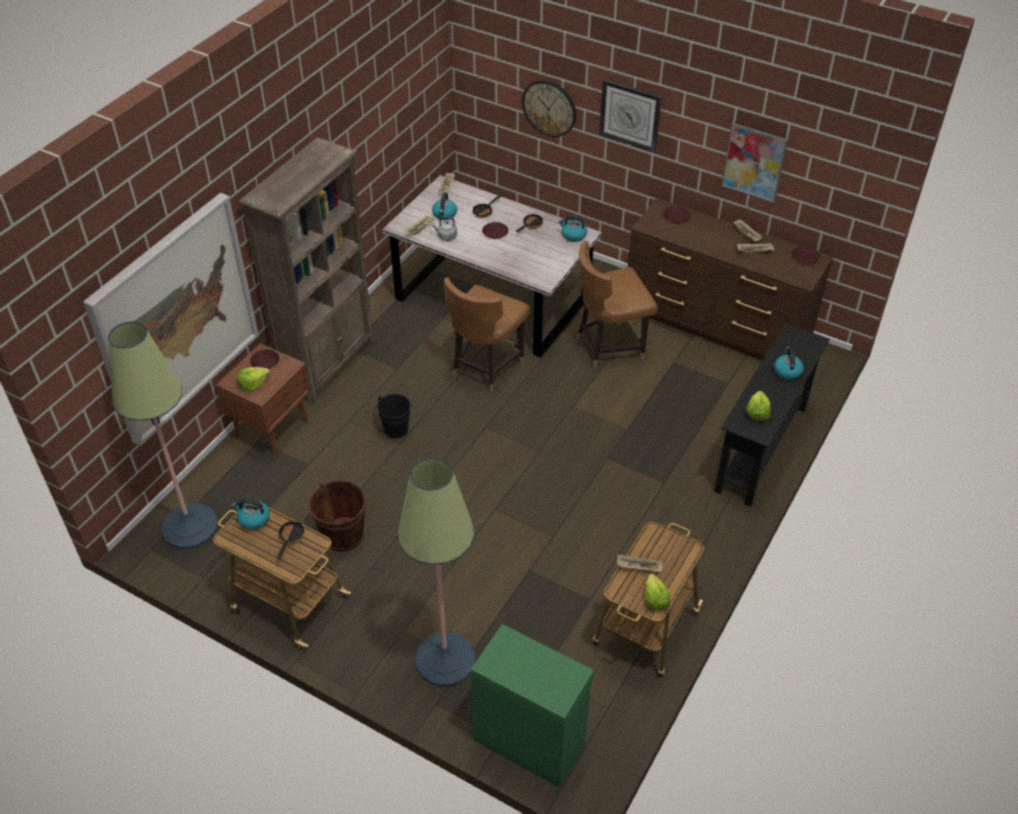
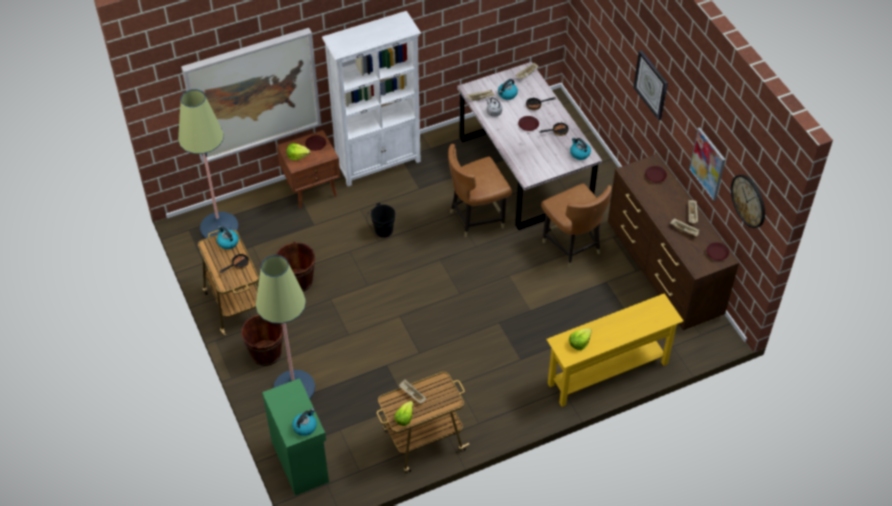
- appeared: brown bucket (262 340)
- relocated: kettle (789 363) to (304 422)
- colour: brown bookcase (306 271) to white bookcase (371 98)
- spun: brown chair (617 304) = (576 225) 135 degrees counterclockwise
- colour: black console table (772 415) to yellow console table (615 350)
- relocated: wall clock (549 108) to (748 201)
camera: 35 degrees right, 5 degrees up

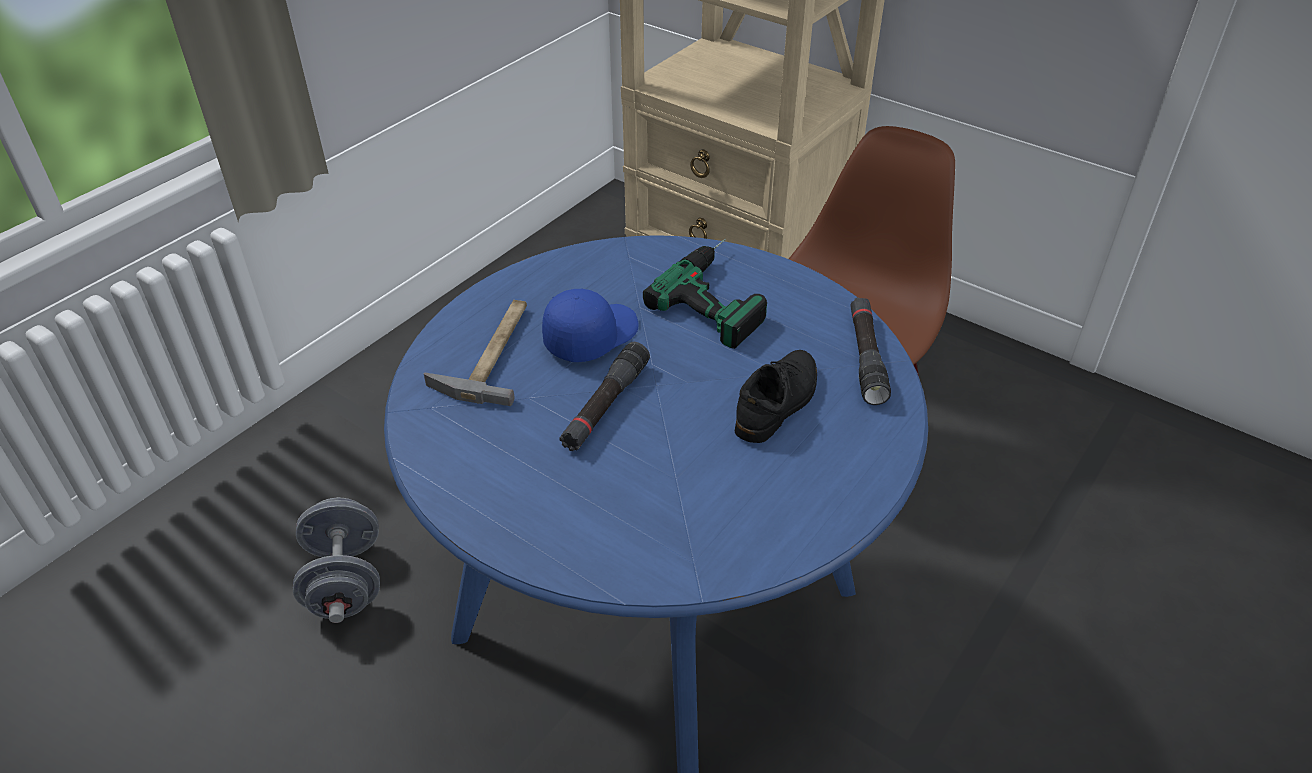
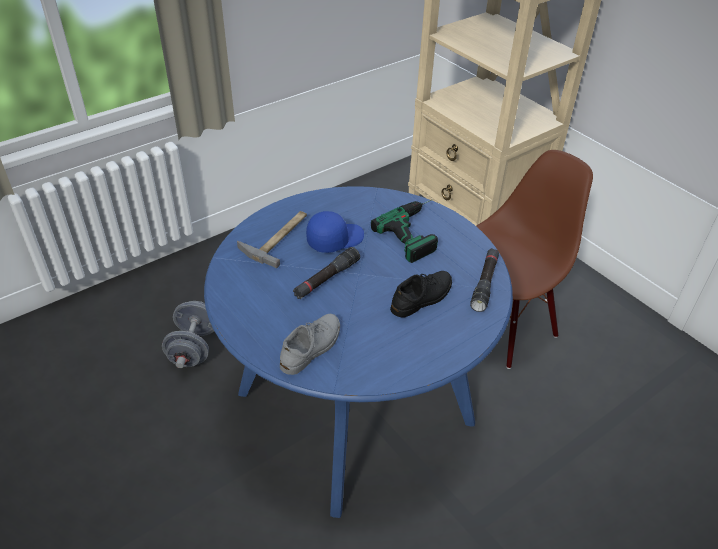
- appeared: grey shoe (310 344)
camera: 15 degrees right, 0 degrees up

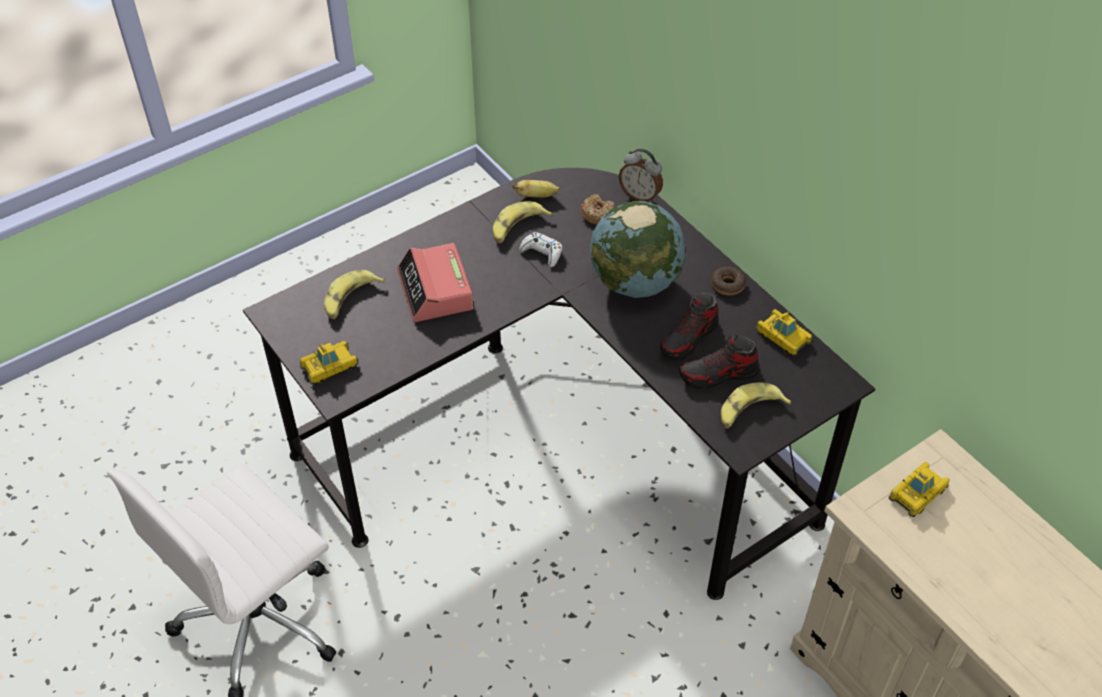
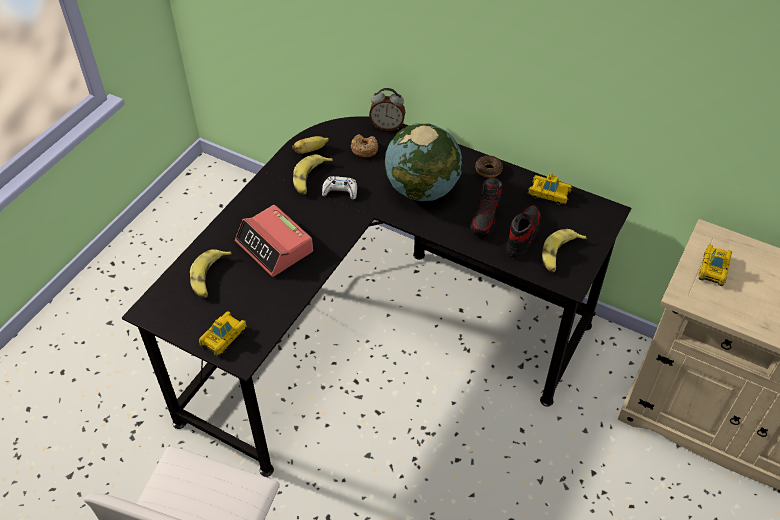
- spun: shoe (719 362) = (523 231) 150 degrees clockwise
camera: 25 degrees left, 0 degrees up

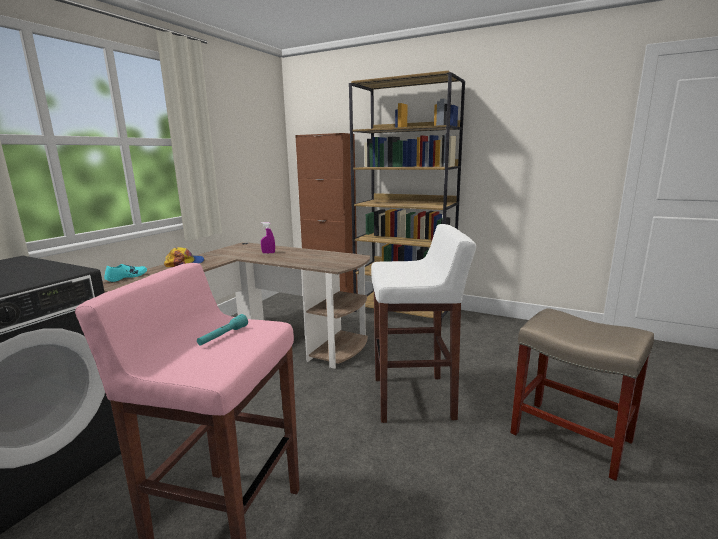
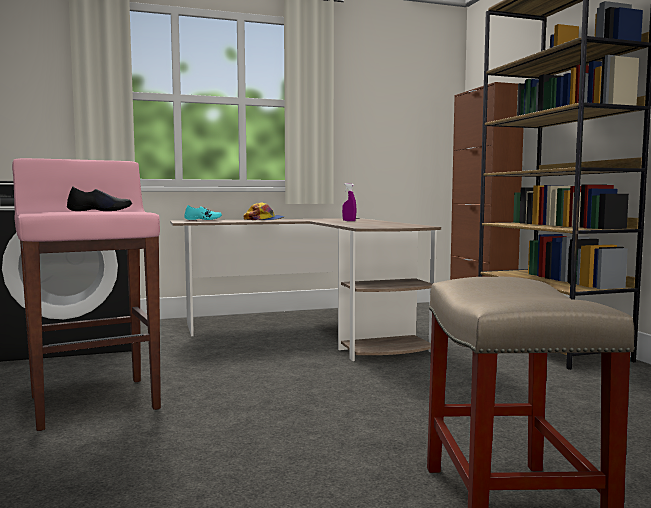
- exchanged: turquoise flashlight (222 330) to black shoe (99 198)
- missing: white stool (423 323)
camera: 45 degrees right, 10 degrees down

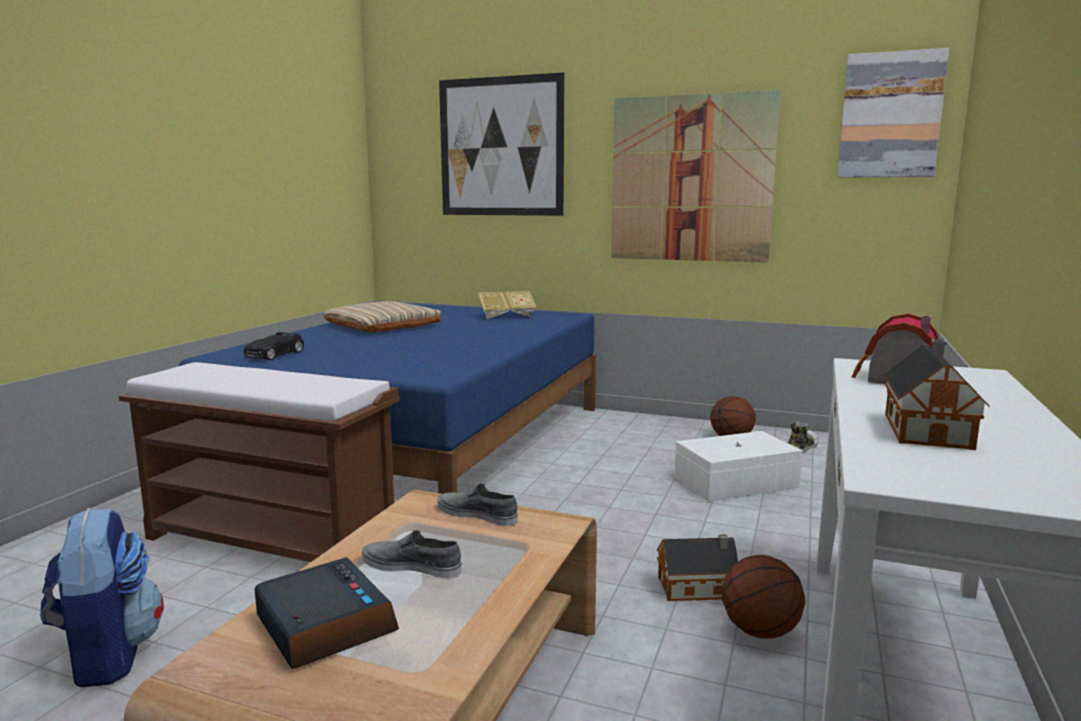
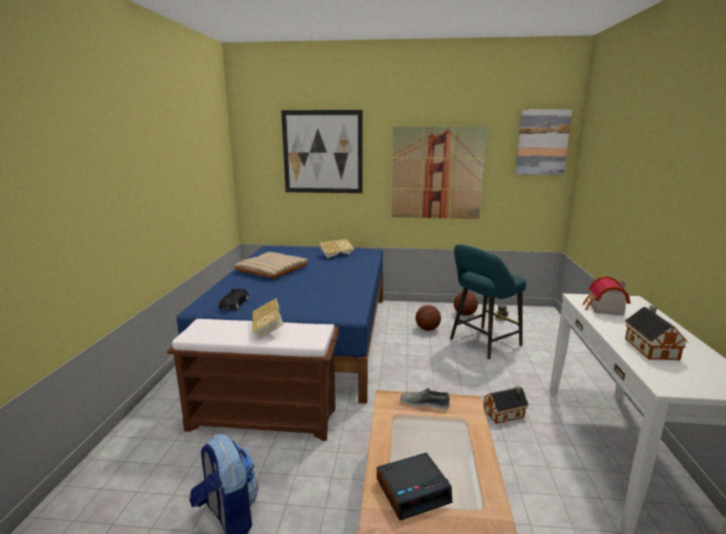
- appeared: book (268 318)
- spun: alarm clock (327 613) = (414 486) 120 degrees clockwise
- relocated: basketball (763 597) to (428 318)
- exchanged: white storage box (738 466) to turquoise stool (488 301)
- missing: grey shoe (412 554)
camera: 15 degrees left, 5 degrees up

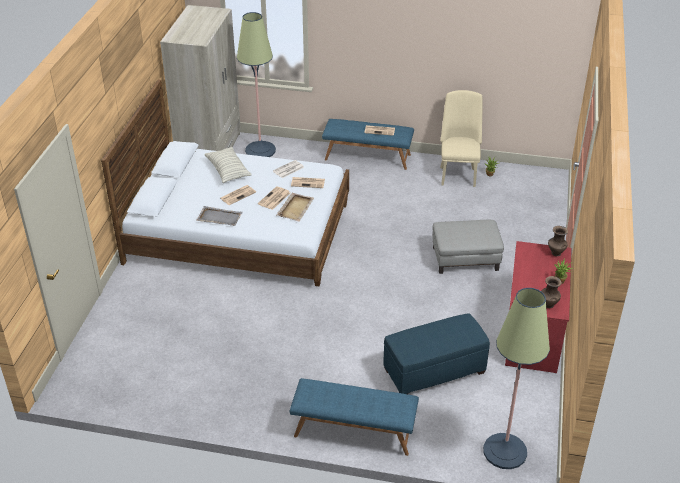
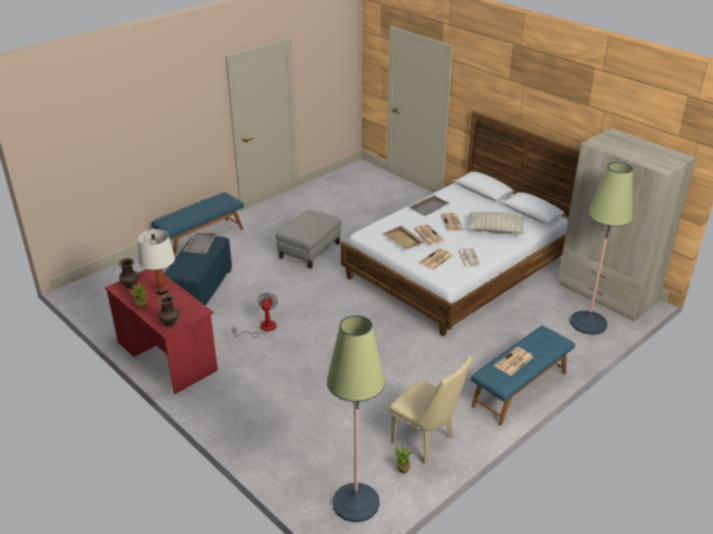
- appeared: white table lamp (156 261)
- appeared: grey tray (200 243)
- appeared: fan (255 314)
- relocated: grey ottoman (468 247) to (308 239)
- relocated: floor lamp (516 378) to (356 418)
camera: 125 degrees right, 5 degrees down

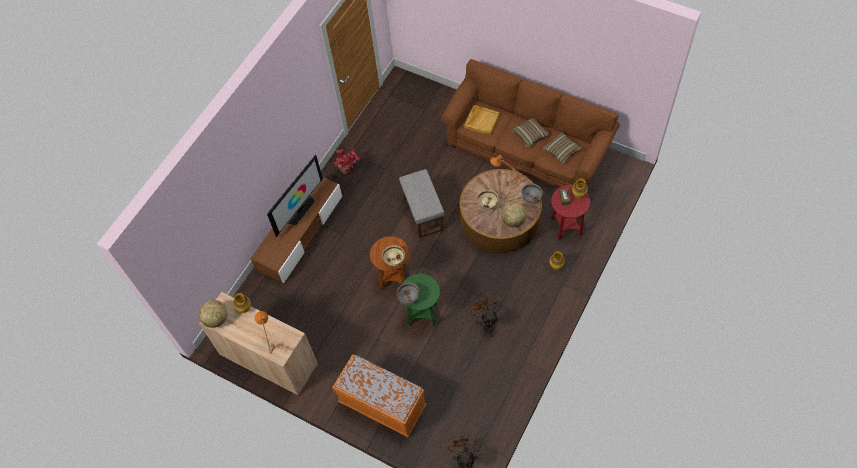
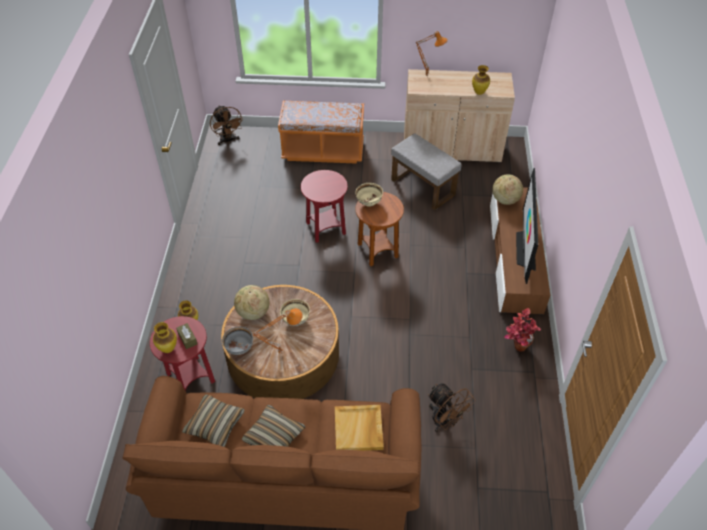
- colour: green side table (421 300) to red side table (324 206)
- relocated: grey ottoman (421 203) to (426 171)
- relocated: brown fan (485 315) to (451 407)
- relocated: globe (213 314) to (507 190)
- missing: grey bowl (408 294)
camera: 150 degrees right, 10 degrees down

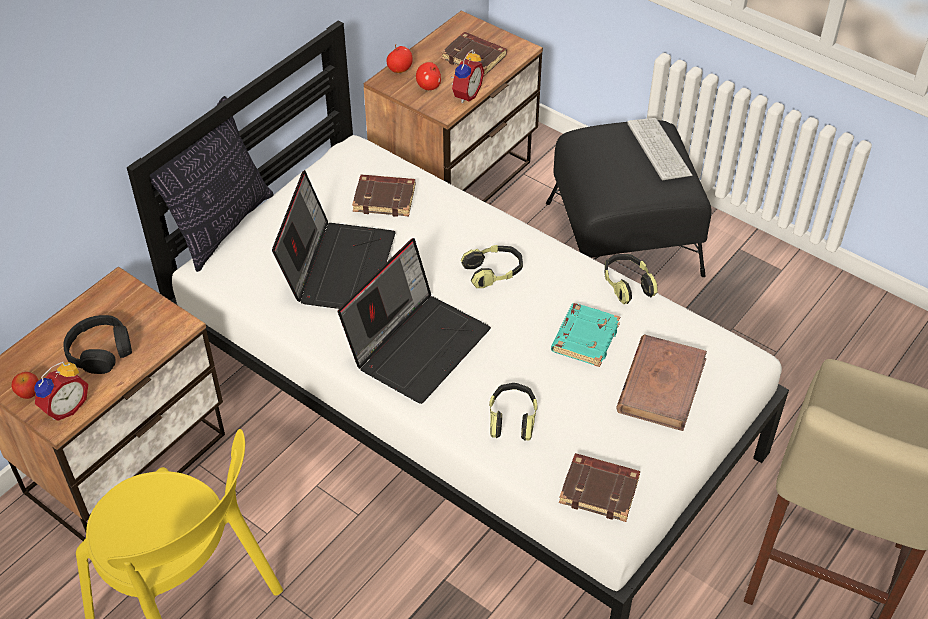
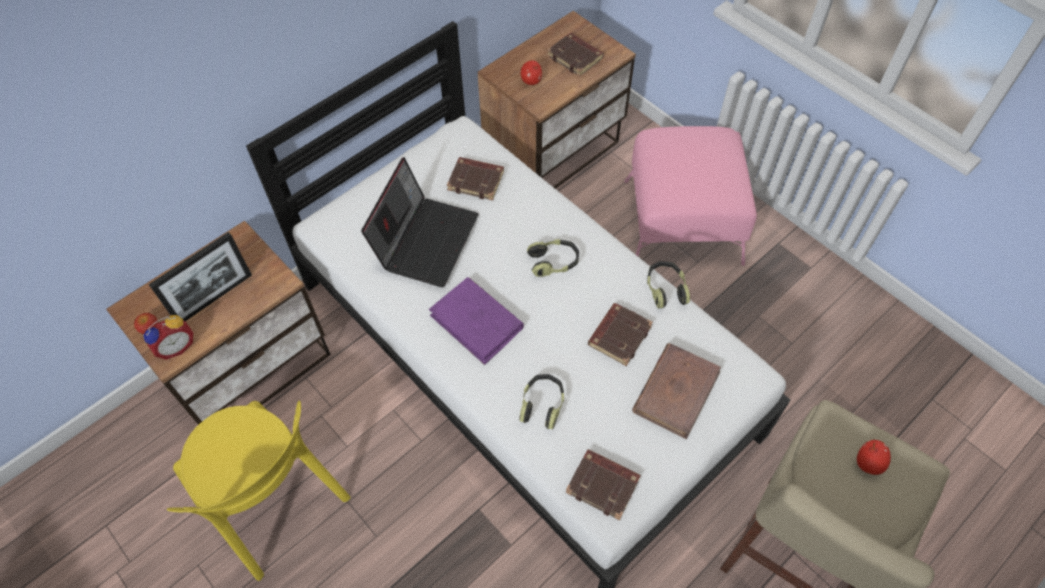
- exchanged: black headphones (97 344) to picture frame (200 276)
- exchanged: laptop (414 321) to purple book (476 321)
- colour: turquoise book (586 335) to brown book (620 334)
- colour: black ottoman (628 198) to pink ottoman (690 196)
- relocated: apple (400 58) to (874 457)
- missing: pillow (212 184)
- missing: alarm clock (467 76)
- missing: keyboard (659 149)
camera: 10 degrees right, 10 degrees up

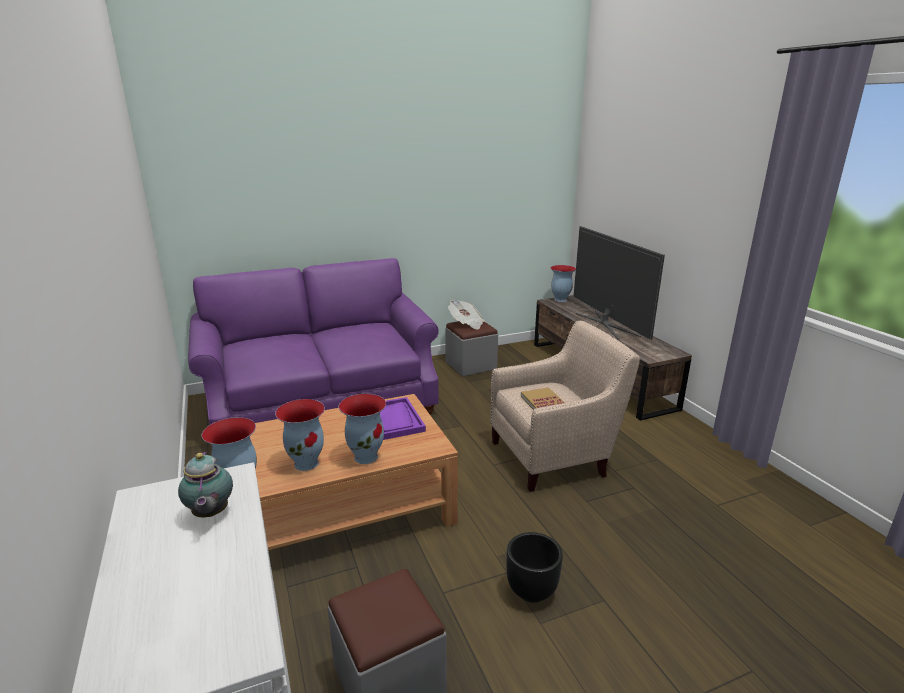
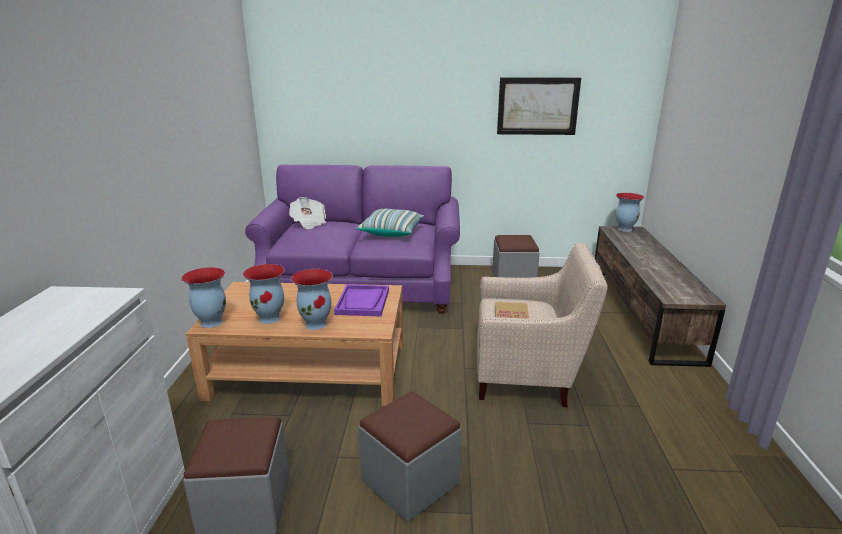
- relocated: newspaper (466 315) to (307 213)
- appeared: pillow (390 223)
- exchanged: black planter (534 567) to grey ottoman (410 457)
- appeared: picture (539 106)
- missing: teapot (205 484)
- missing: television (619 283)
camera: 25 degrees right, 0 degrees up

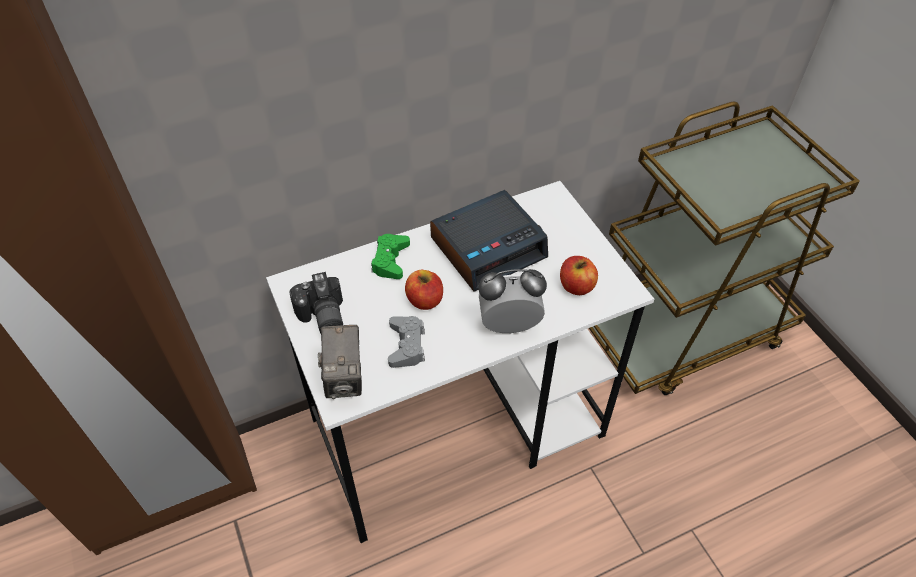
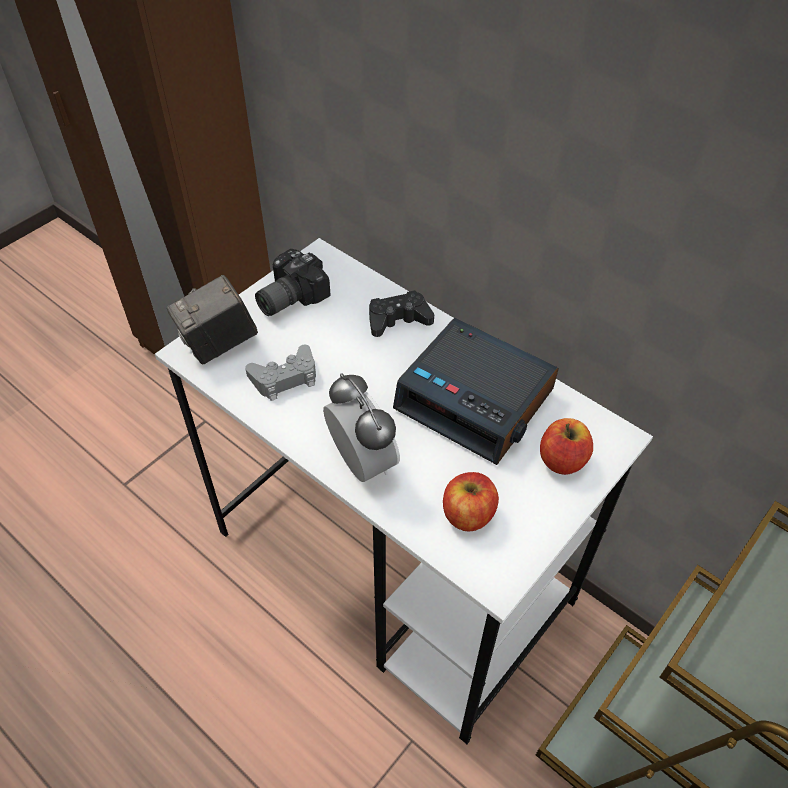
- colour: green game controller (390 256) to black game controller (401 313)
- relocated: apple (424 290) to (566 446)
camera: 65 degrees right, 0 degrees up

